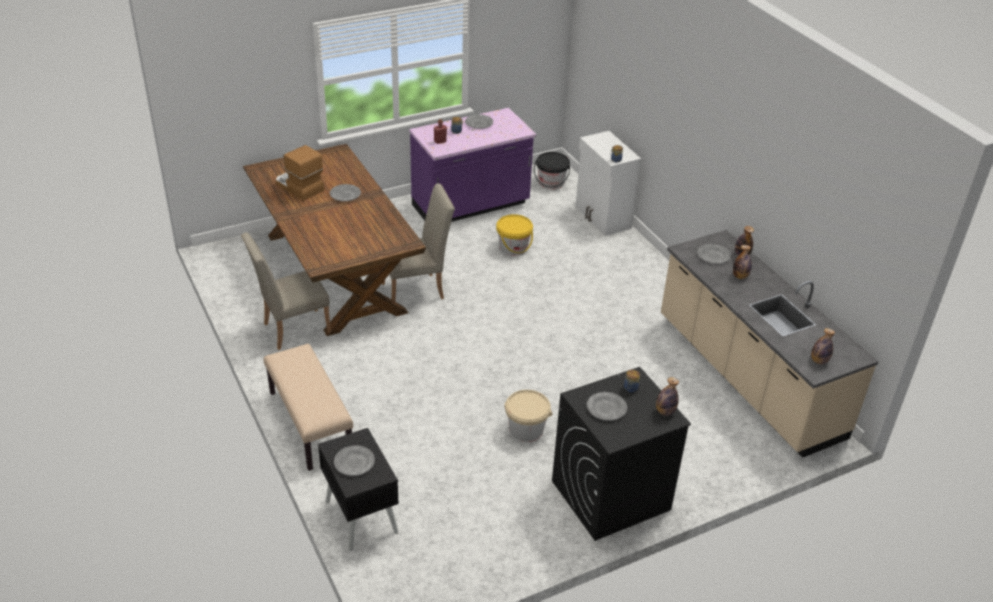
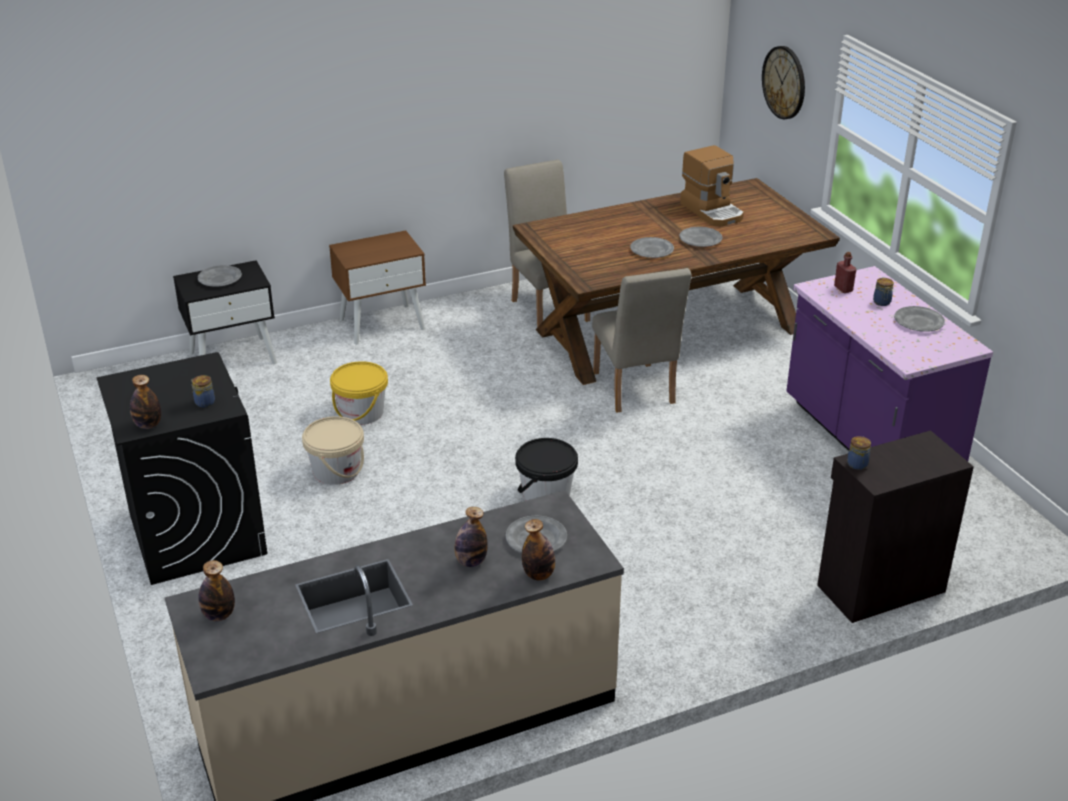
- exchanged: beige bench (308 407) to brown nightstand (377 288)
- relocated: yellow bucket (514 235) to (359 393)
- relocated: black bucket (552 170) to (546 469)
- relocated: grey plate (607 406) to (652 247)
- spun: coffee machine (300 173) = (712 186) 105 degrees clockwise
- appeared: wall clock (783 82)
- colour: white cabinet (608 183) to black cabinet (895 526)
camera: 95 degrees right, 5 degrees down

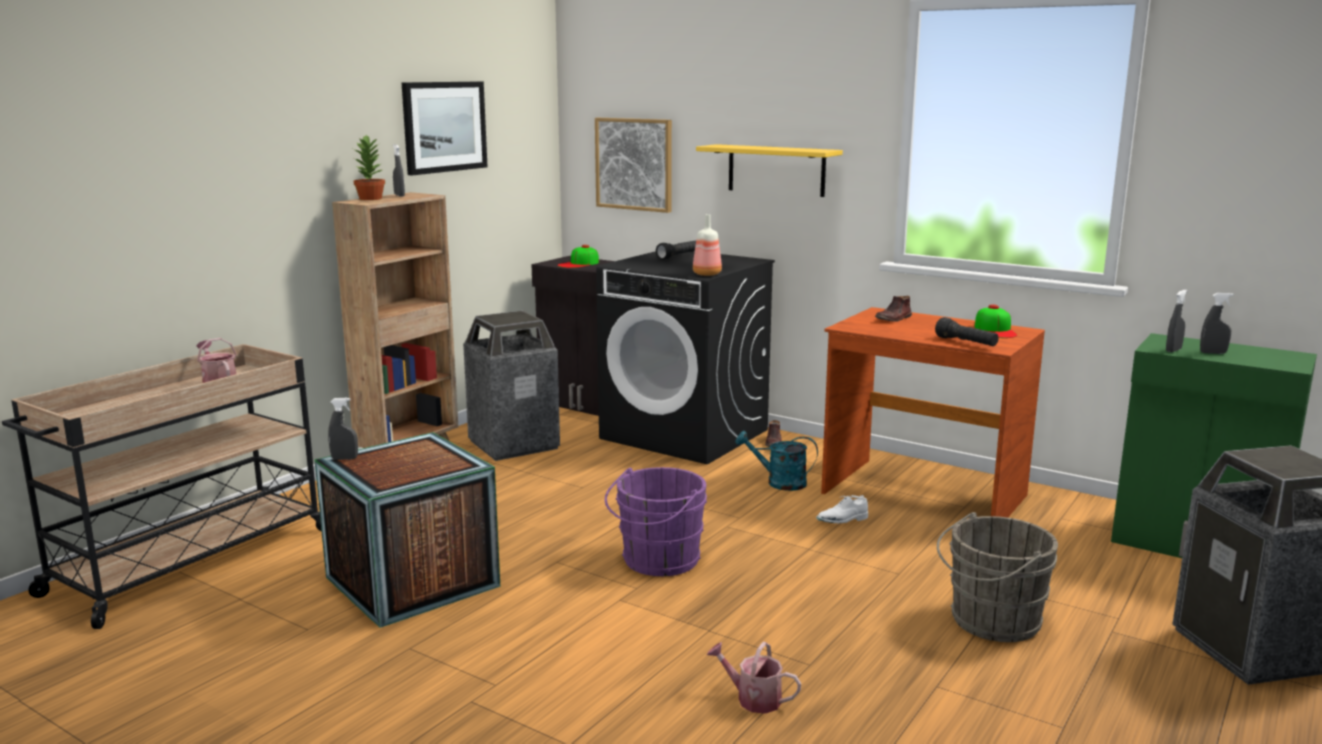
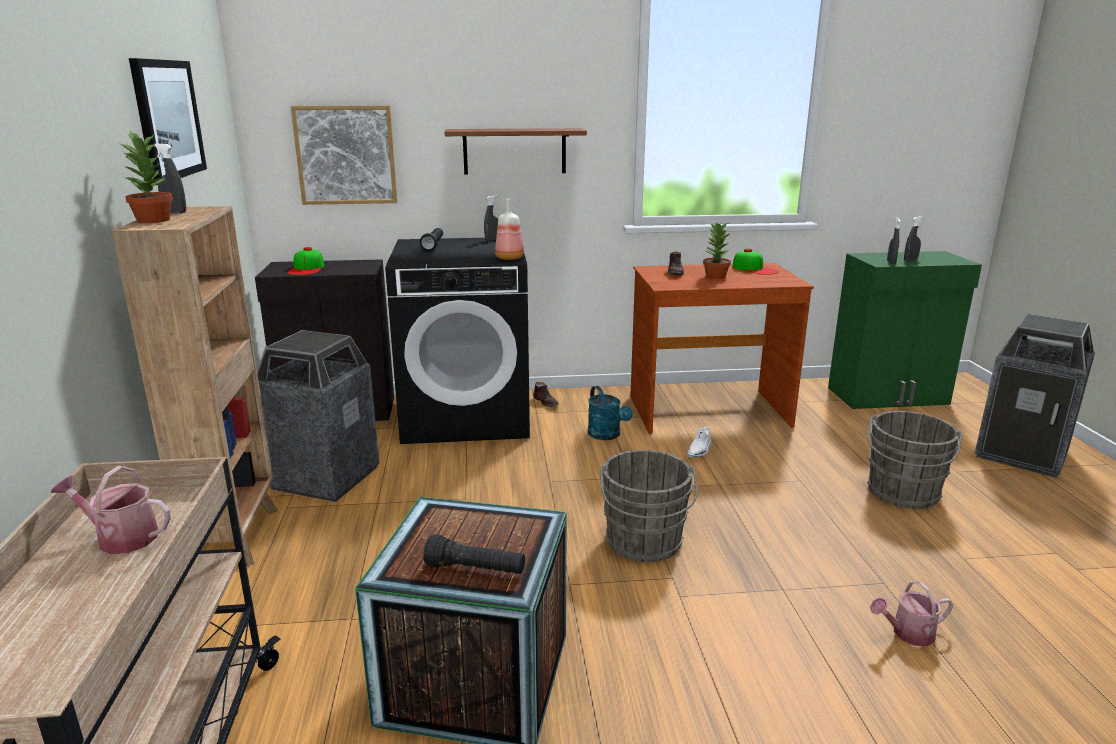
- relocated: black flashlight (967 331) to (474 554)
- colour: yellow shelf (769 170) to brown shelf (516 151)
- relocated: grey spray bottle (343 429) to (491 218)
- spun: turquoise watering can (777 461) = (610 413) 90 degrees counterclockwise
- colour: purple bucket (656 521) to grey bucket (649 506)
- appeared: potted plant (717 251)
camera: 40 degrees left, 5 degrees up

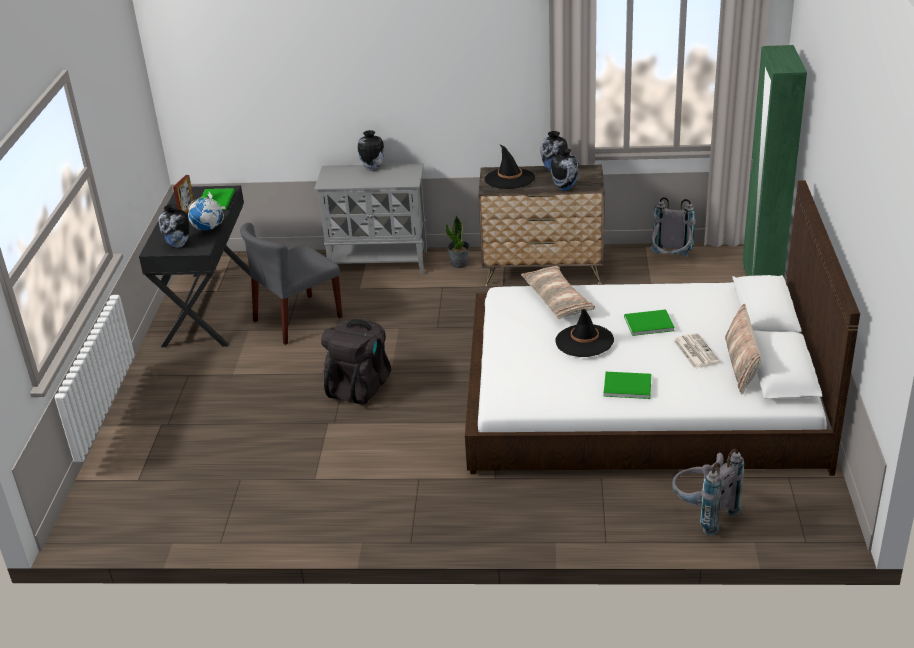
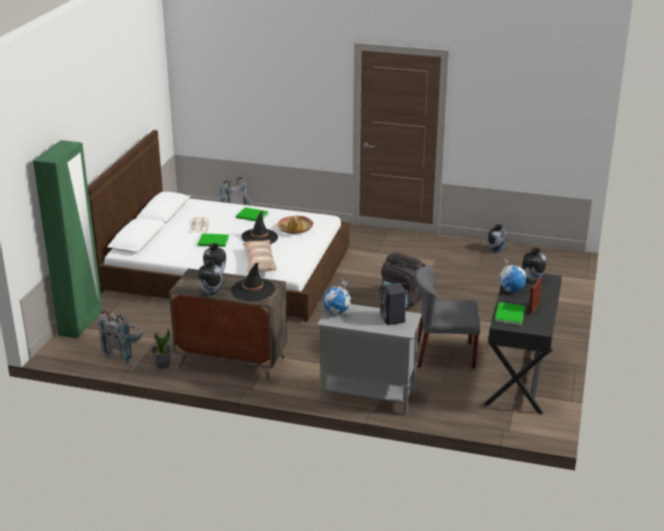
- relocated: potted plant (458 241) to (161 349)
- appeared: hat (295 225)
- appeared: globe (337 297)
- appeared: black speaker (393 304)
- spun: grey chair (291 284) = (448 317) 150 degrees counterclockwise
- relocated: vase (370 150) to (497 238)
- missing: pillow (743 349)
camera: 170 degrees left, 5 degrees down

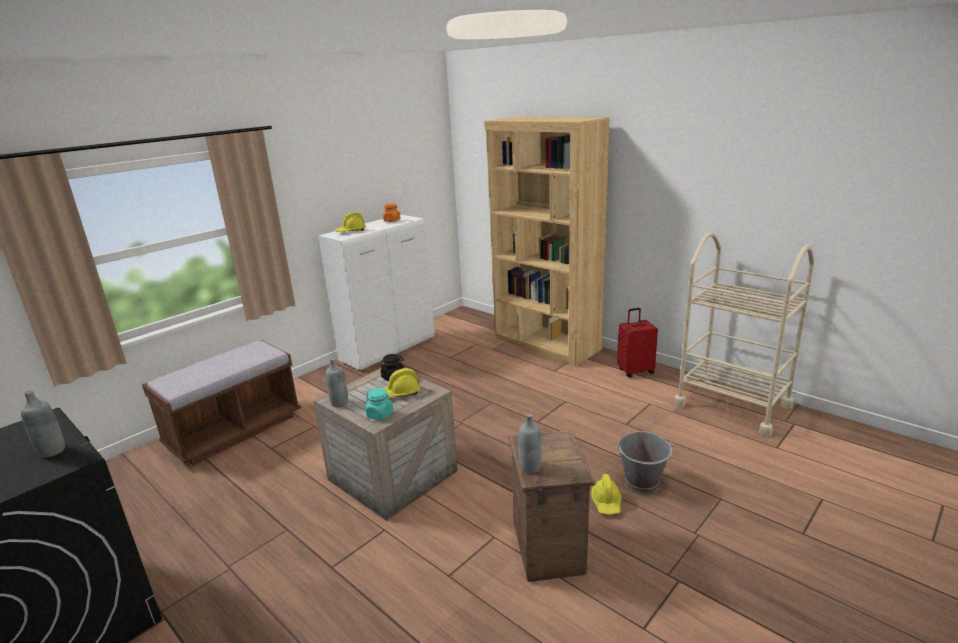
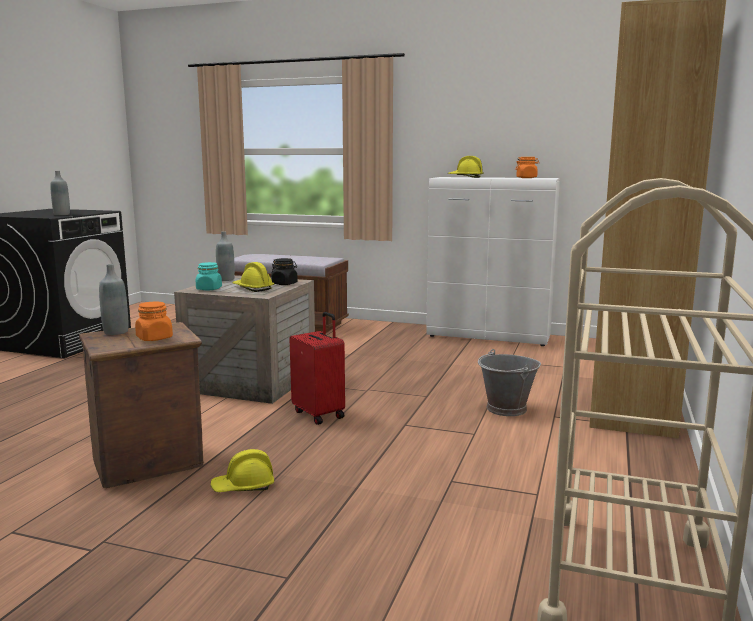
- appeared: orange jar (154 321)
- relocated: red suitcase (637 343) to (317 368)
- relocated: grey bucket (645 462) to (509 382)
camera: 65 degrees right, 10 degrees down

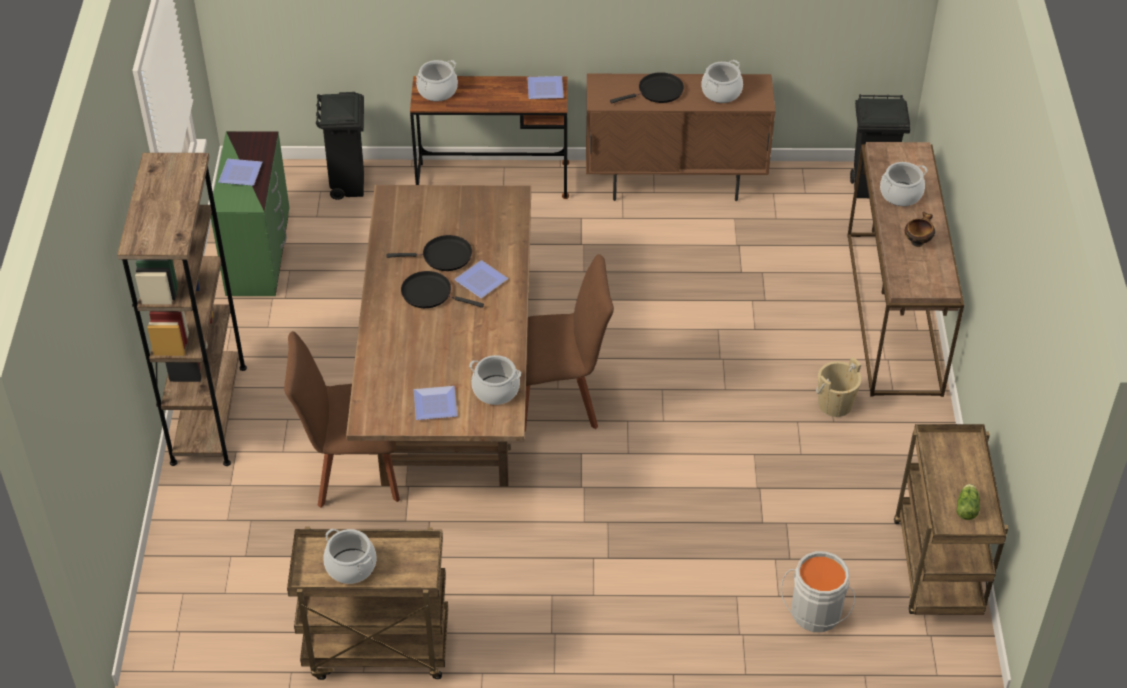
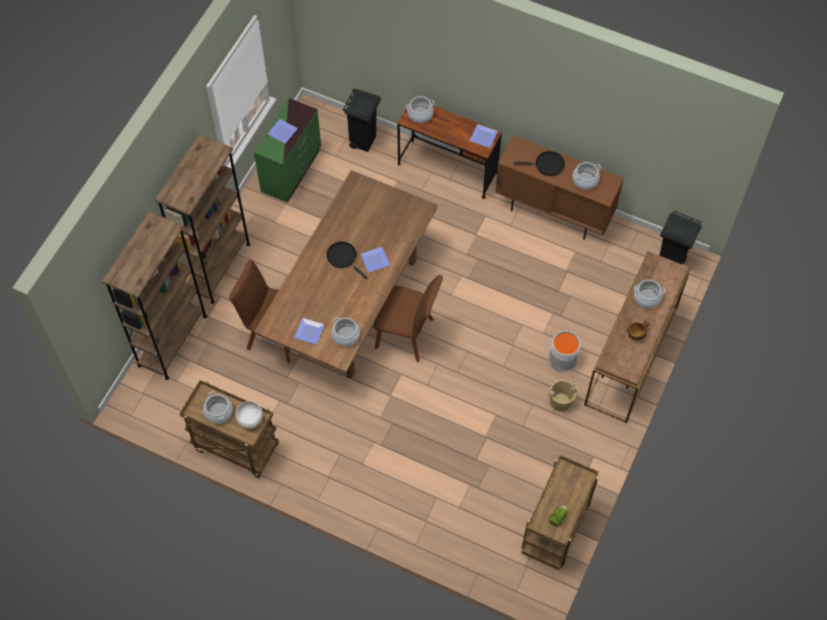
- appeared: brown bookcase (154 295)
- appeared: white bowl (249 415)
- relocated: grey bucket (818 591) to (562 351)
- missing: black frying pan (429 253)
camera: 25 degrees right, 15 degrees up

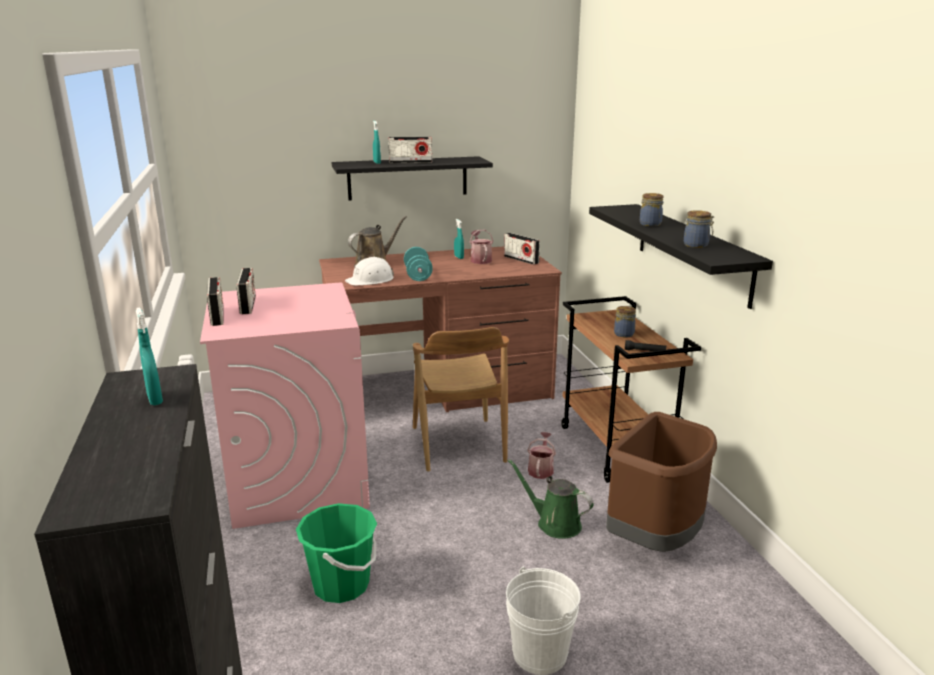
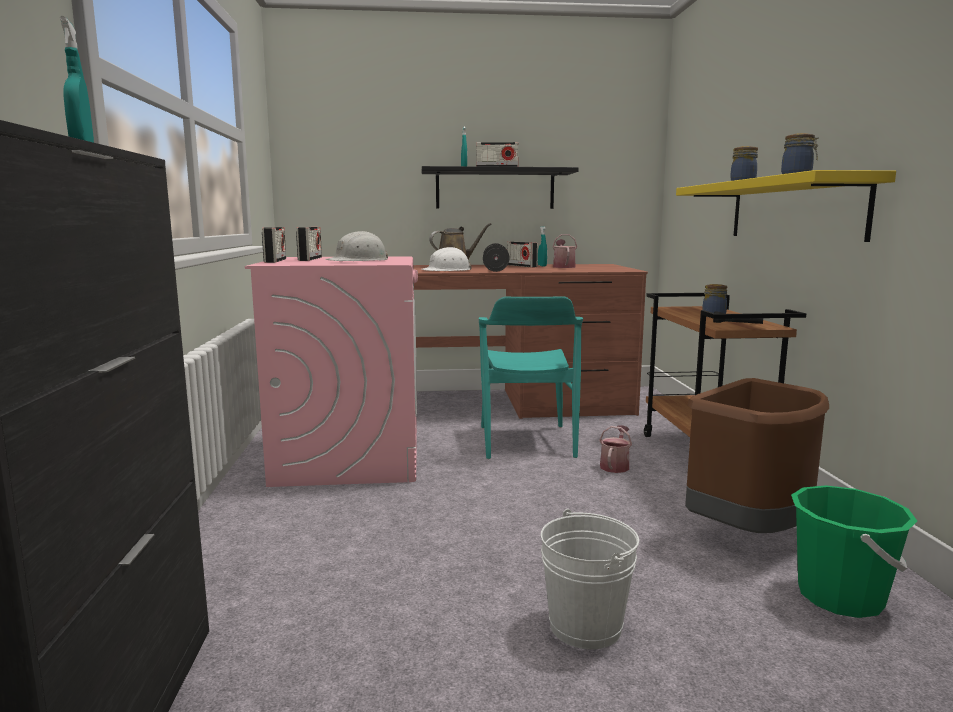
- appeared: white hard hat (356 246)
- colour: brown chair (461 399) to turquoise chair (531 377)
- colour: turquoise dumbbell (418 264) to black dumbbell (496 257)
- relocated: radio (522 249) to (522 254)
- colour: black shelf (681 256) to yellow shelf (786 206)
- relocated: green bucket (336 553) to (854 551)
- missing: green watering can (551 499)
camera: 10 degrees right, 10 degrees down

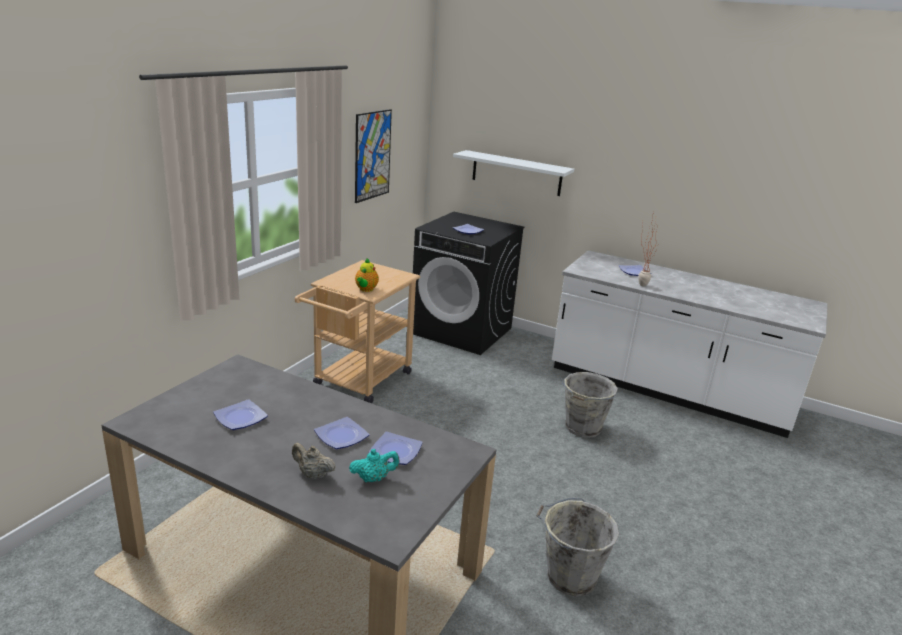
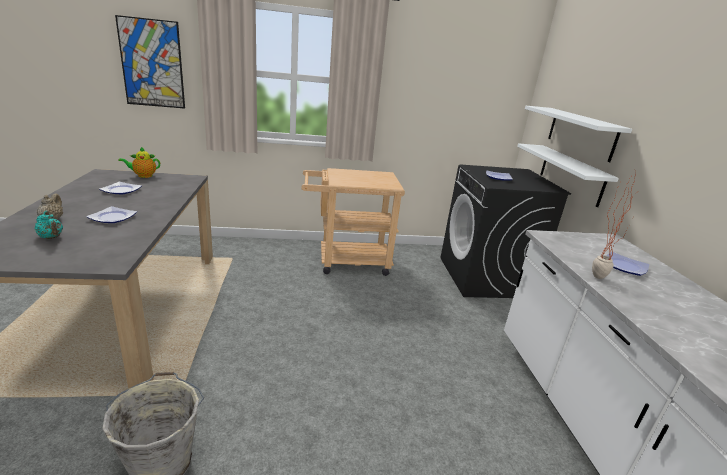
- relocated: picture (373 156) to (150 62)
- relocated: teapot (367 275) to (139 162)
- appeared: white shelf (568 175)
- missing: plate (395 448)
- missing: grey bucket (589 405)
camera: 55 degrees right, 0 degrees up

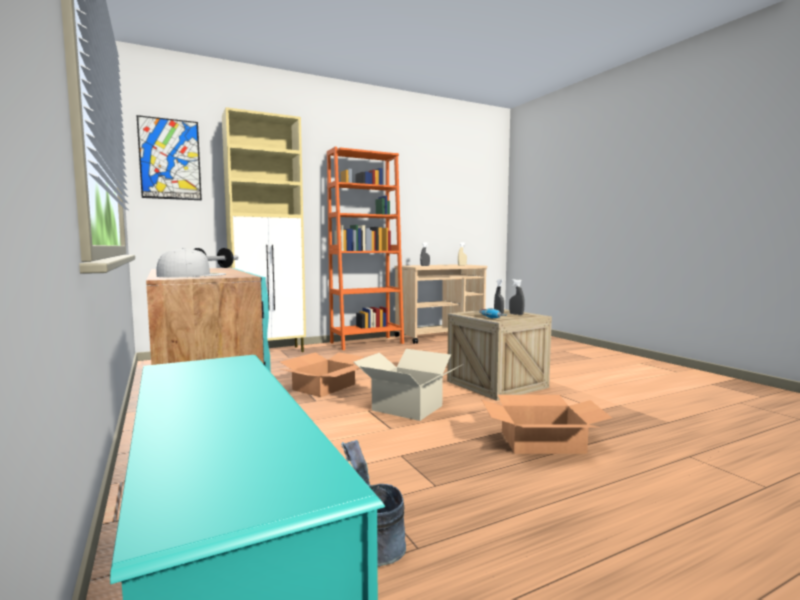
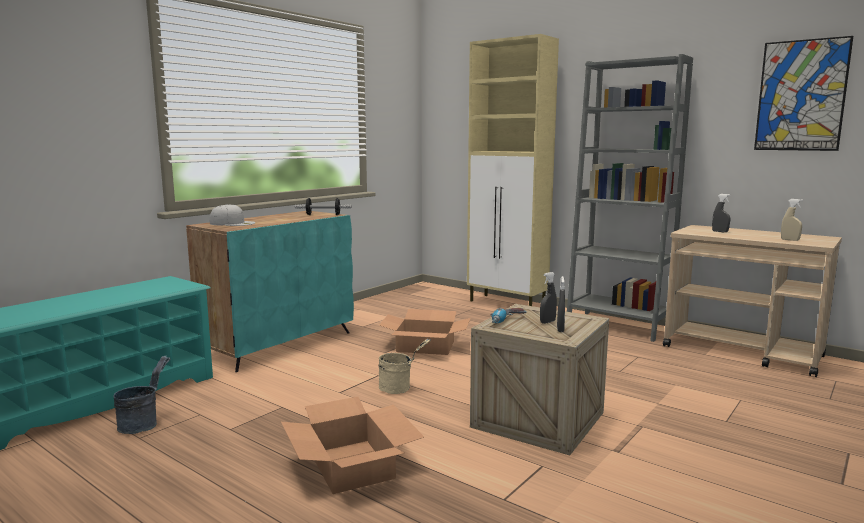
- exchanged: cardboard box (408 385) to beige bucket (405 366)
- colour: orange bookcase (365 248) to grey bookcase (630 198)
- relocated: picture (169 157) to (803 93)
camera: 65 degrees right, 5 degrees up

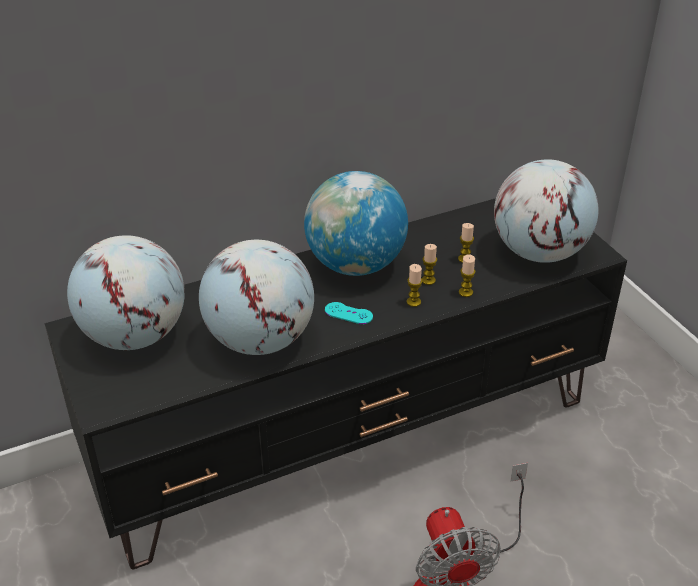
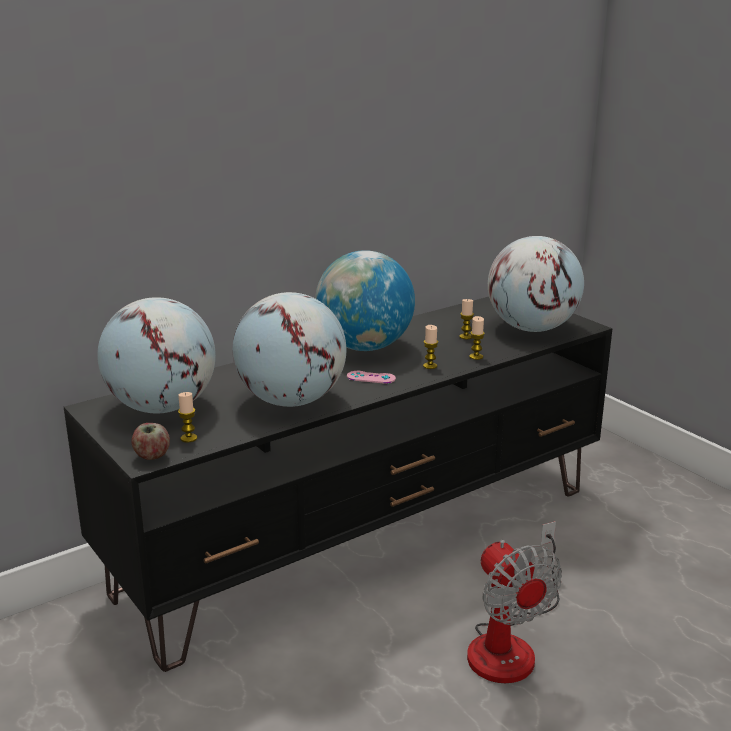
- appeared: apple (150 441)
- relocated: candle (429 264) to (187 417)
- colour: turquoise game controller (349 313) to pink game controller (371 377)
camera: 10 degrees left, 15 degrees down

